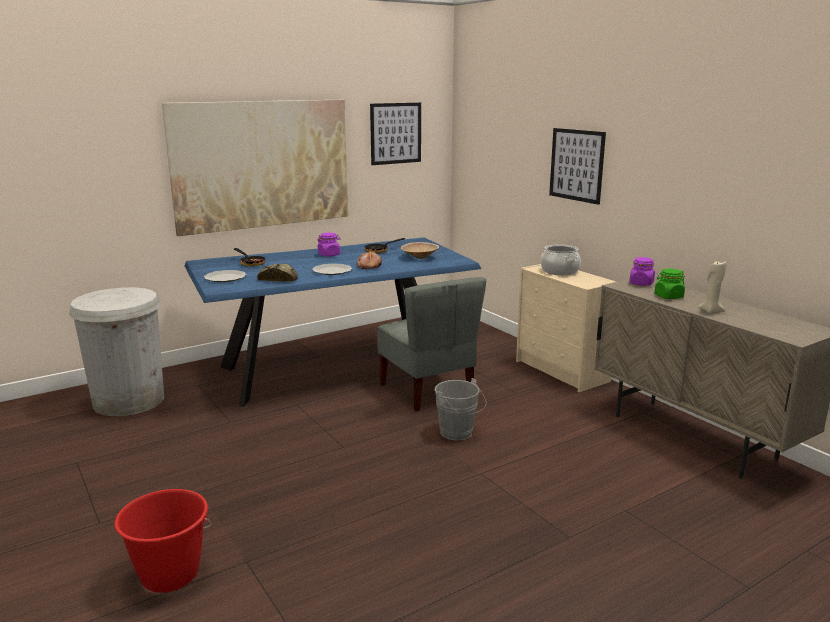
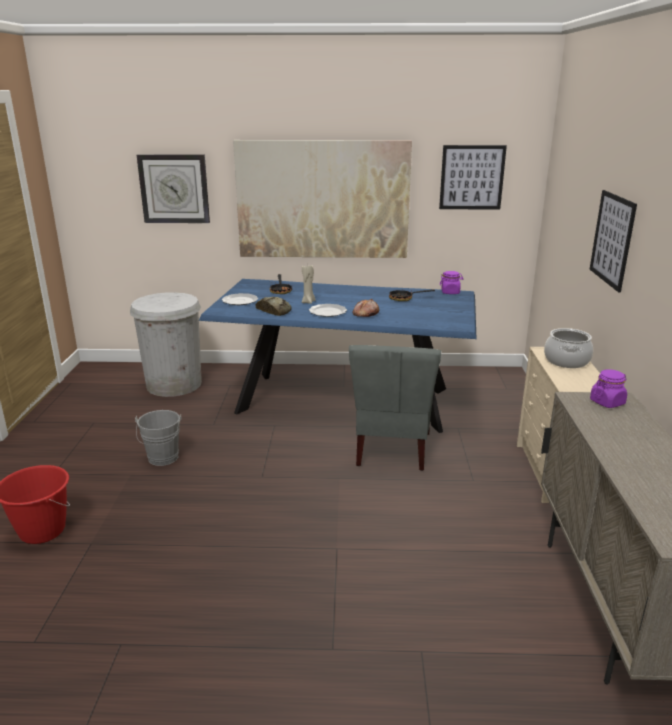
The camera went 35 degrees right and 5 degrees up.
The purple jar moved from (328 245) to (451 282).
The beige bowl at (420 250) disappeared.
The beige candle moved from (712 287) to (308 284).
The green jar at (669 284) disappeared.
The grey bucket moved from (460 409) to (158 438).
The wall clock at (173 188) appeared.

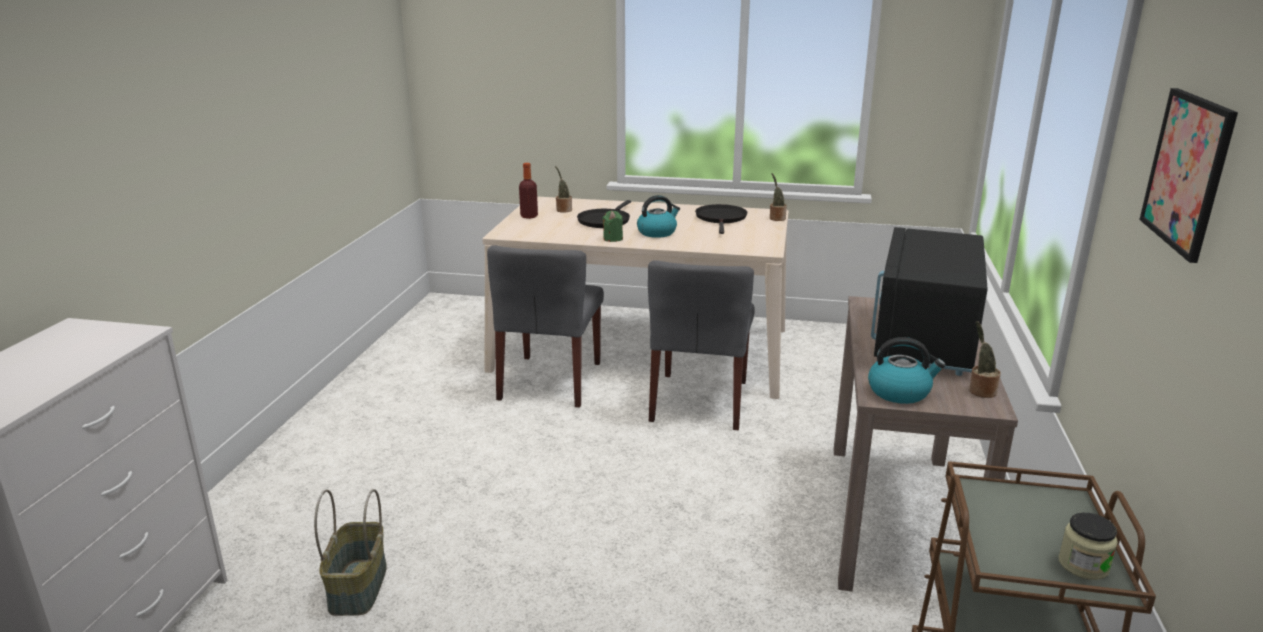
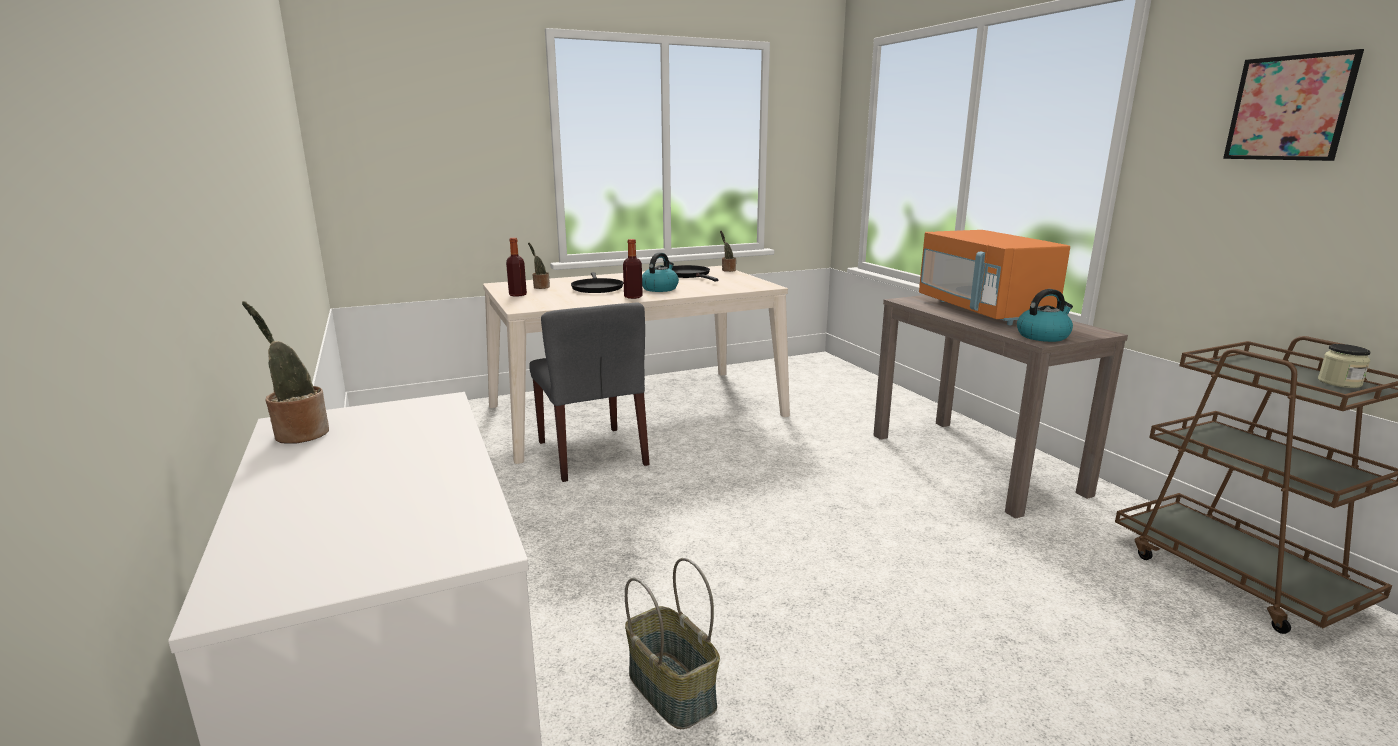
The camera went 35 degrees left and 5 degrees down.
The green candle at (612 226) was replaced by the bottle at (633 269).
The black microwave at (929 301) became the orange microwave at (994 277).
The grey chair at (701 345) disappeared.
The potted plant moved from (985 359) to (285 372).

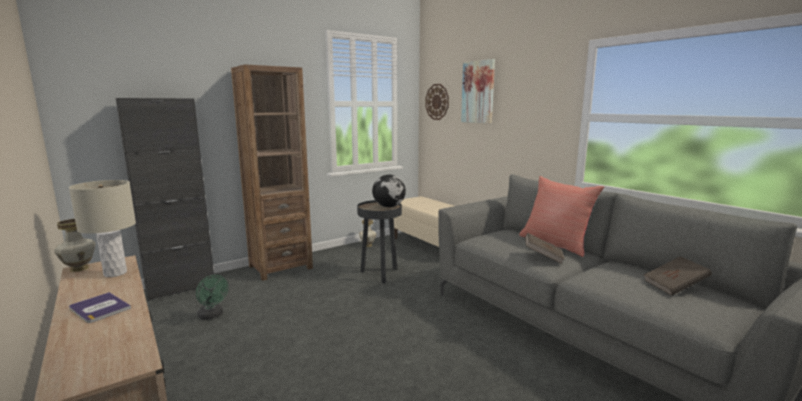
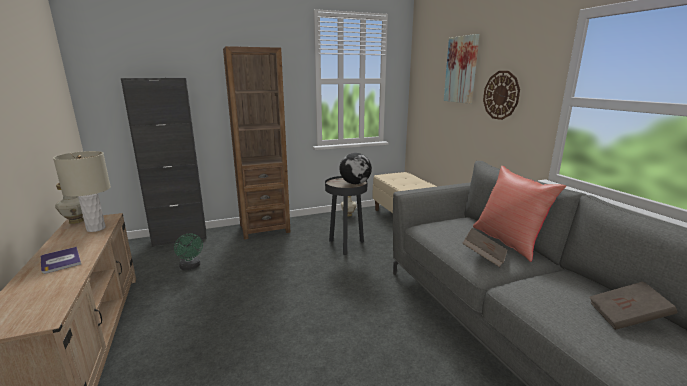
The camera went 15 degrees right and 5 degrees up.
The wall clock moved from (437 102) to (501 95).

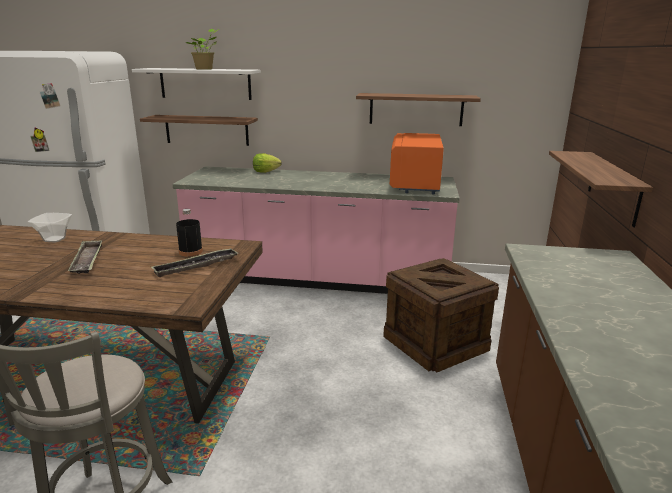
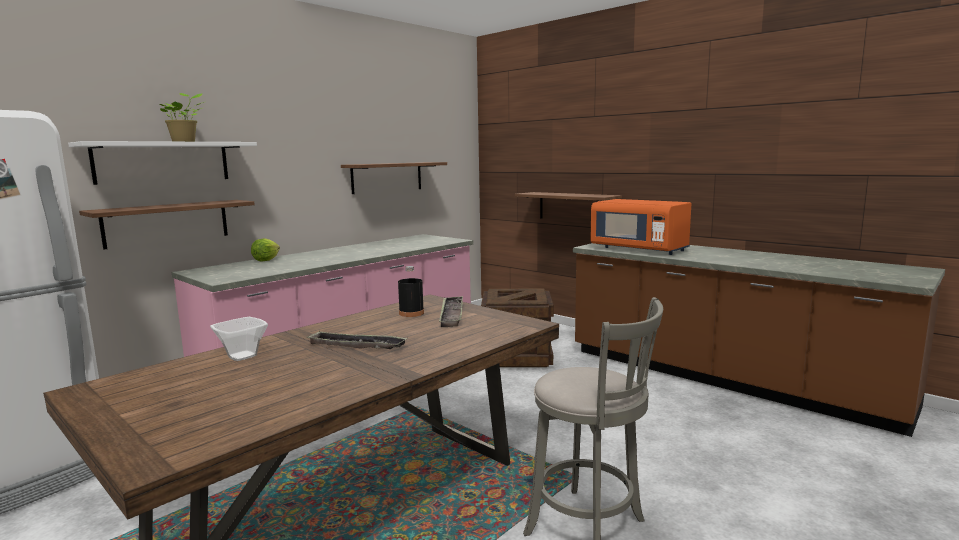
The camera went 55 degrees left and 10 degrees down.
The orange microwave moved from (417 164) to (641 227).

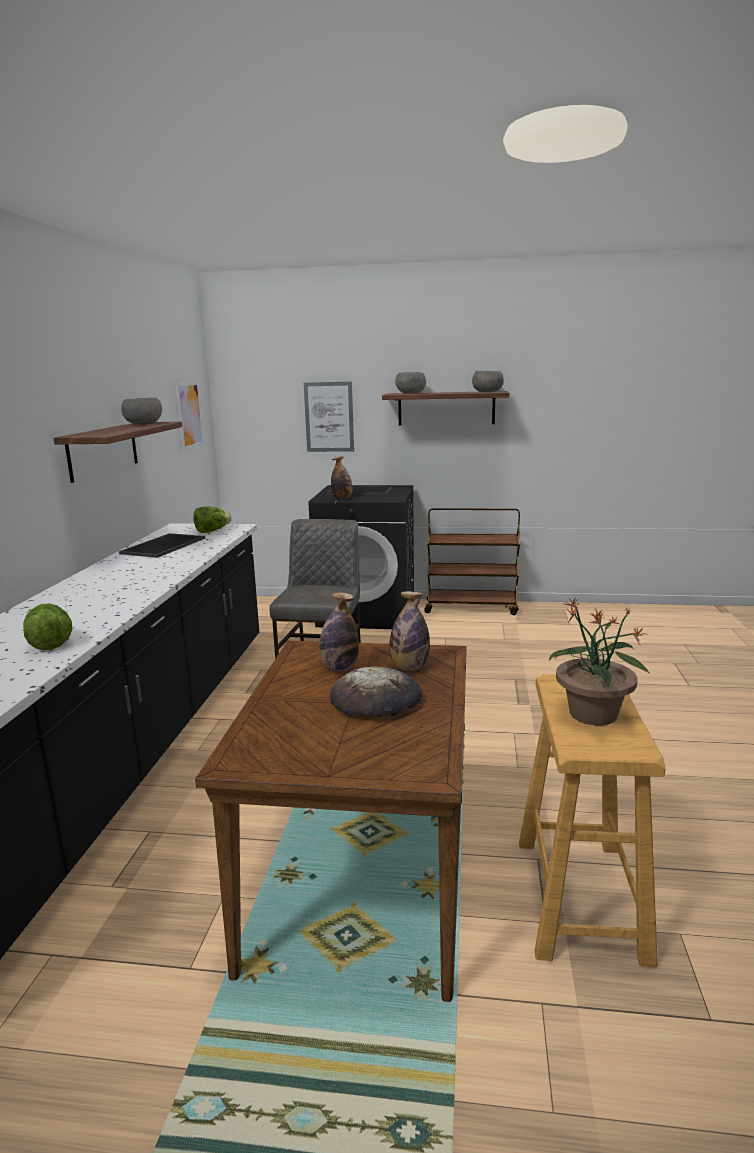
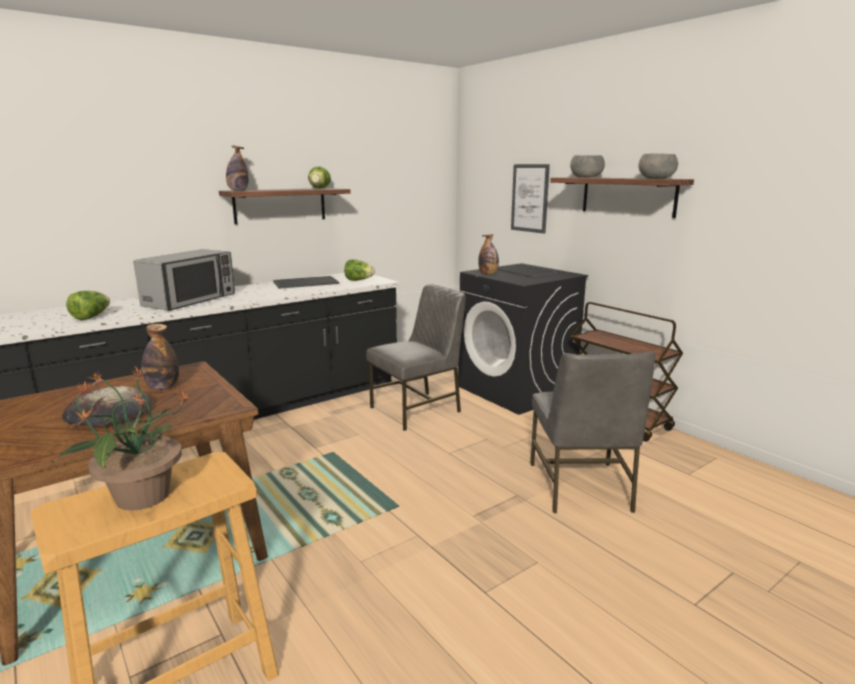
The camera went 45 degrees right and 0 degrees up.
The picture at (190 416) disappeared.
The grey bowl at (141 410) was replaced by the lettuce at (319 178).
The bottle moved from (409 630) to (237 168).
The microwave at (184 280) appeared.
The grey chair at (593 432) appeared.

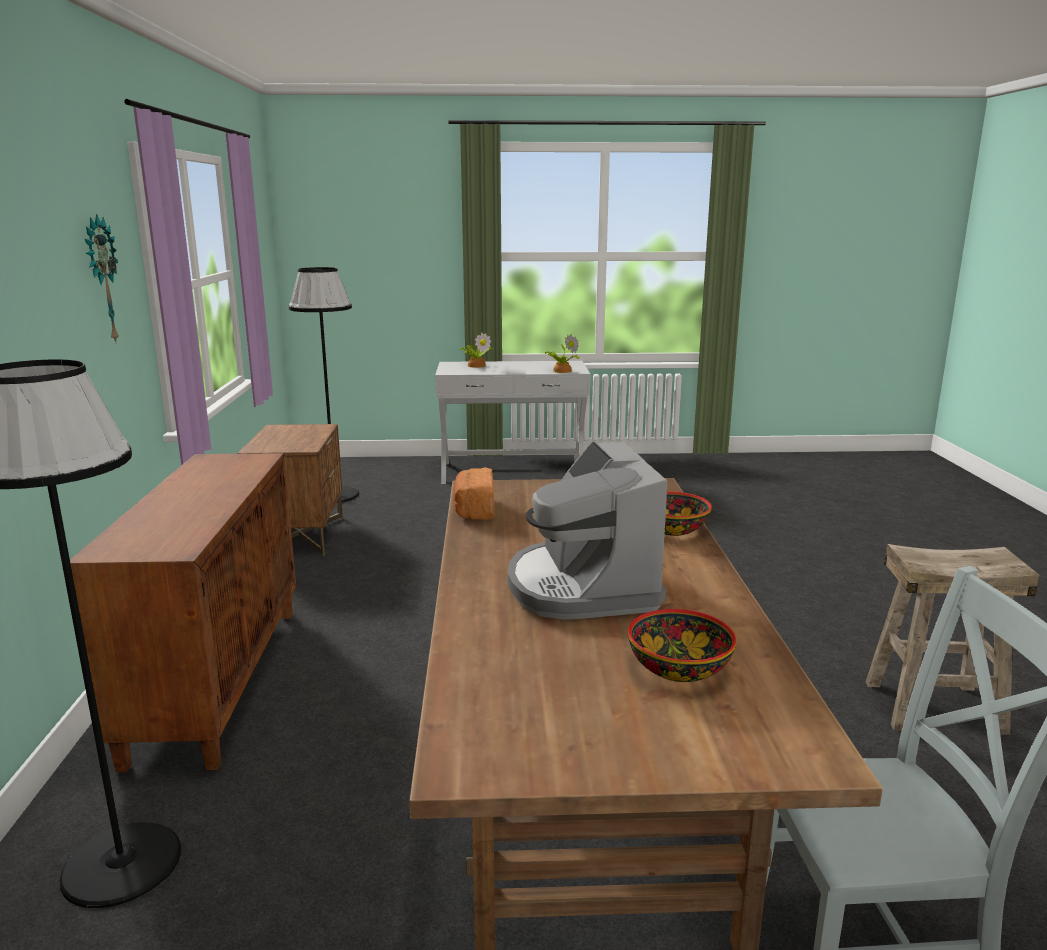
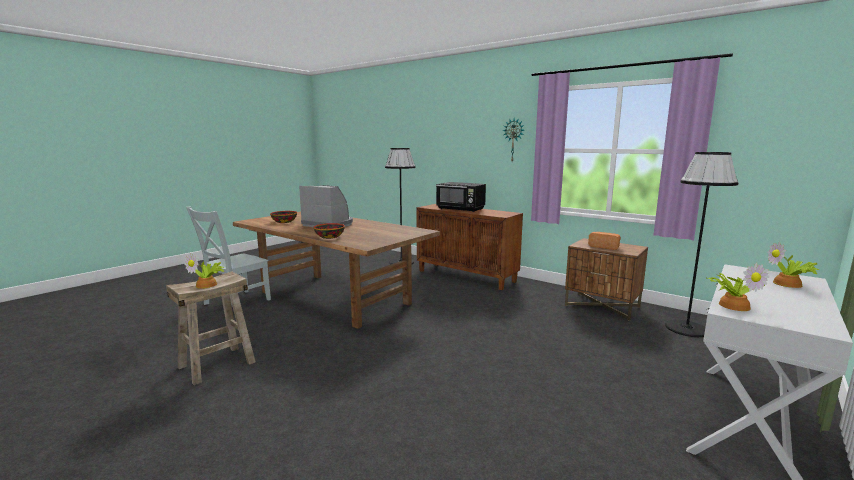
The camera went 130 degrees right and 5 degrees down.
The bread moved from (474 493) to (604 241).
The black microwave at (461 197) appeared.
The potted plant at (204 271) appeared.

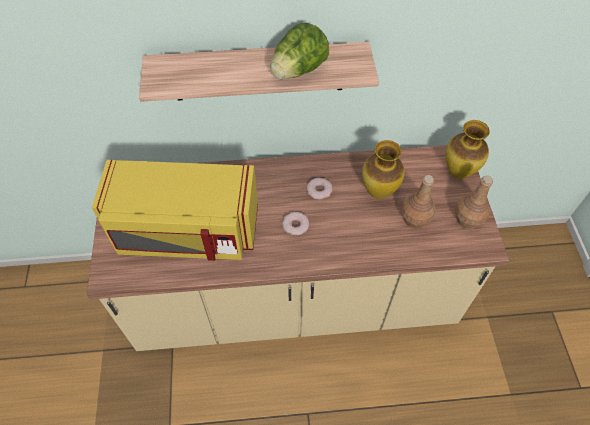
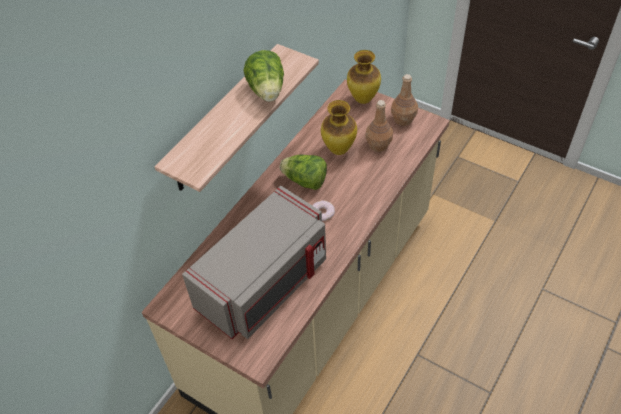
The camera went 50 degrees left and 5 degrees down.
The yellow microwave at (175 210) became the grey microwave at (254 262).
The donut at (320 189) was replaced by the lettuce at (303 172).

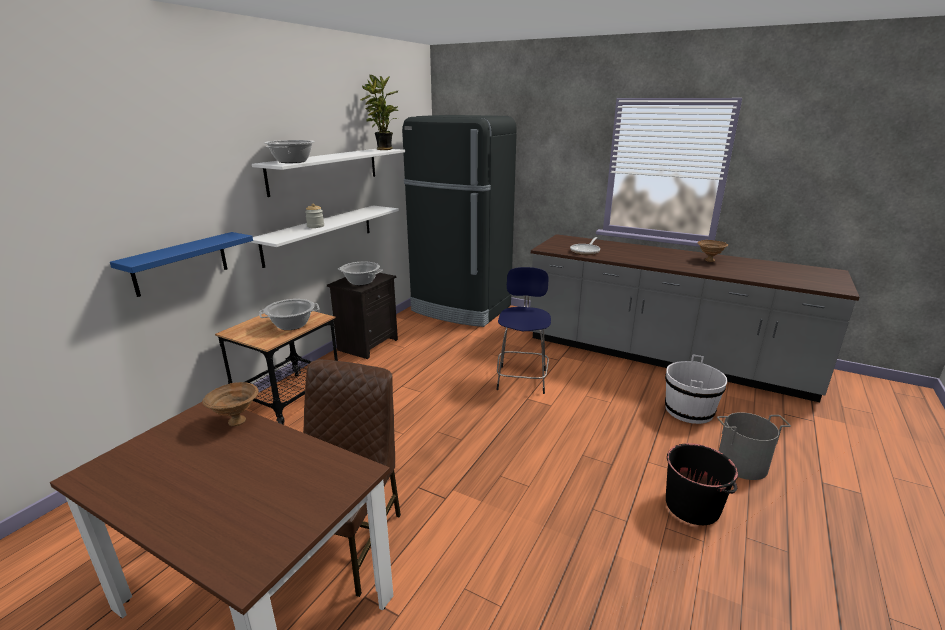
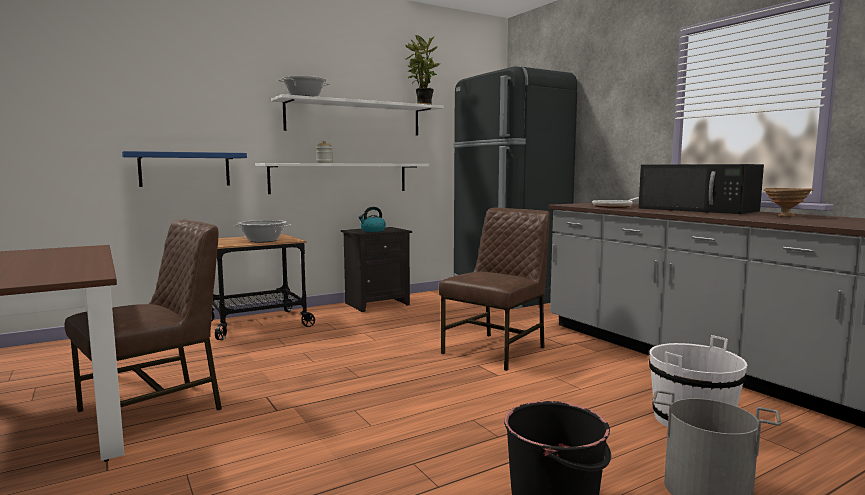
The camera went 30 degrees right and 15 degrees down.
The cooking pot at (360 273) was replaced by the kettle at (372 219).
The blue stool at (523 330) was replaced by the brown chair at (494 289).
The brown bowl at (230 404) disappeared.
The black microwave at (701 189) appeared.

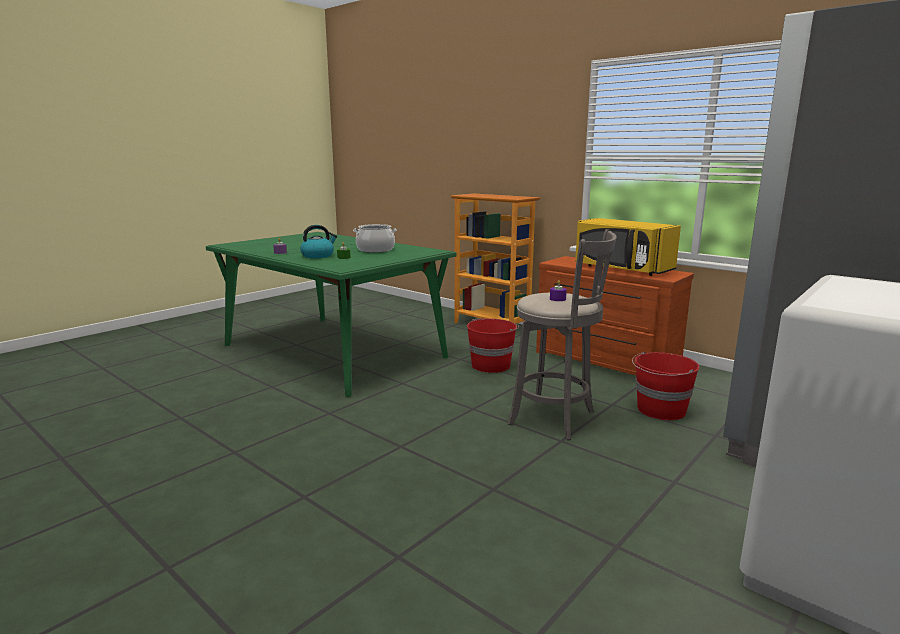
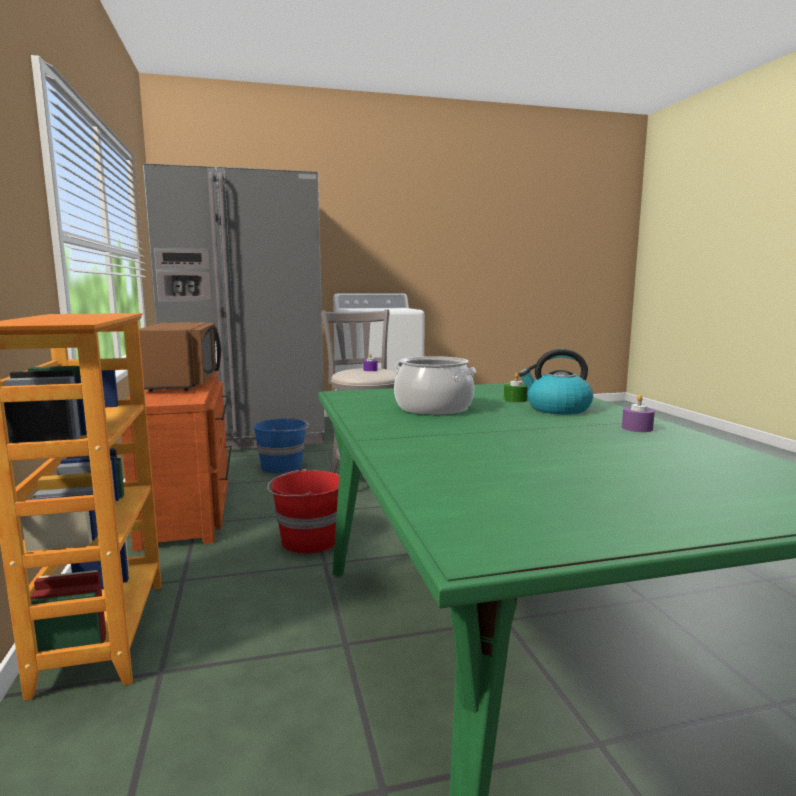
The camera went 145 degrees left and 5 degrees down.
The yellow microwave at (628 247) became the brown microwave at (180 357).
The red bucket at (666 386) became the blue bucket at (281 446).

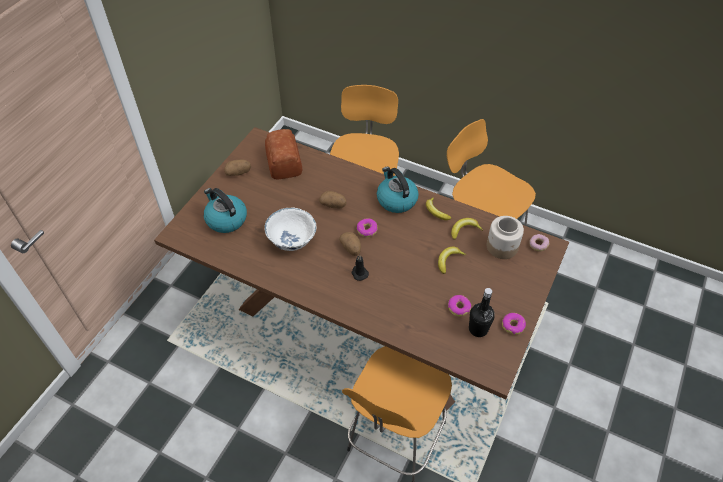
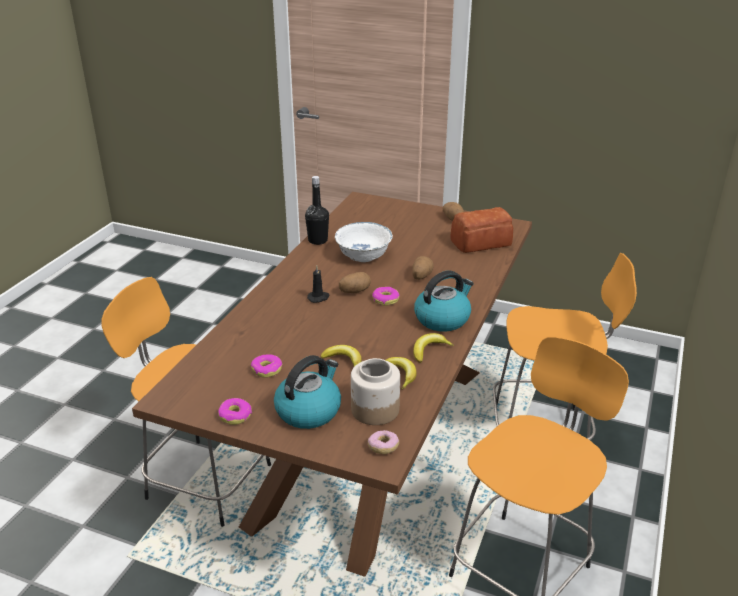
The camera went 85 degrees right and 20 degrees down.
The kettle moved from (225 210) to (307 392).
The black bottle moved from (482 312) to (317 210).

